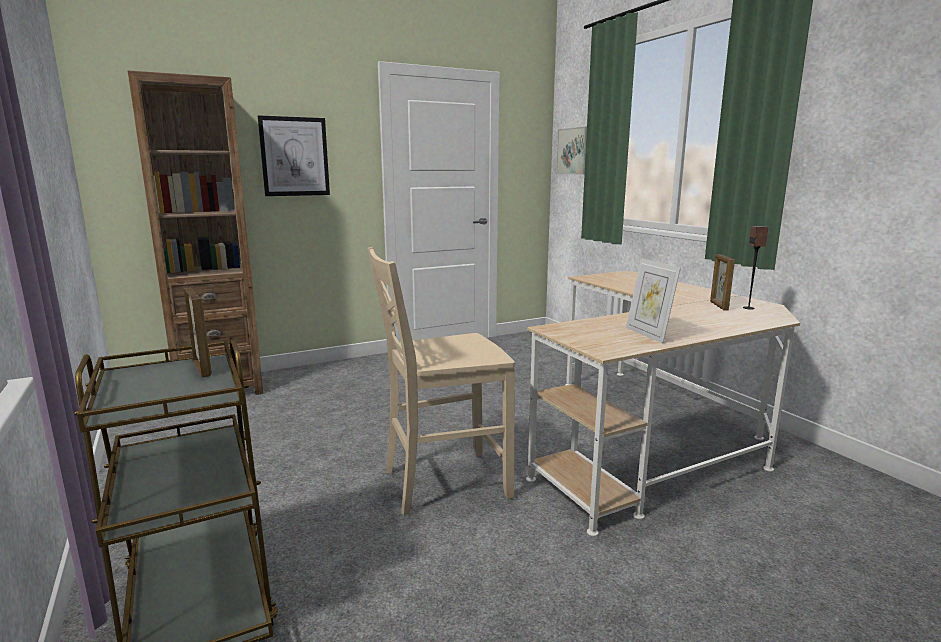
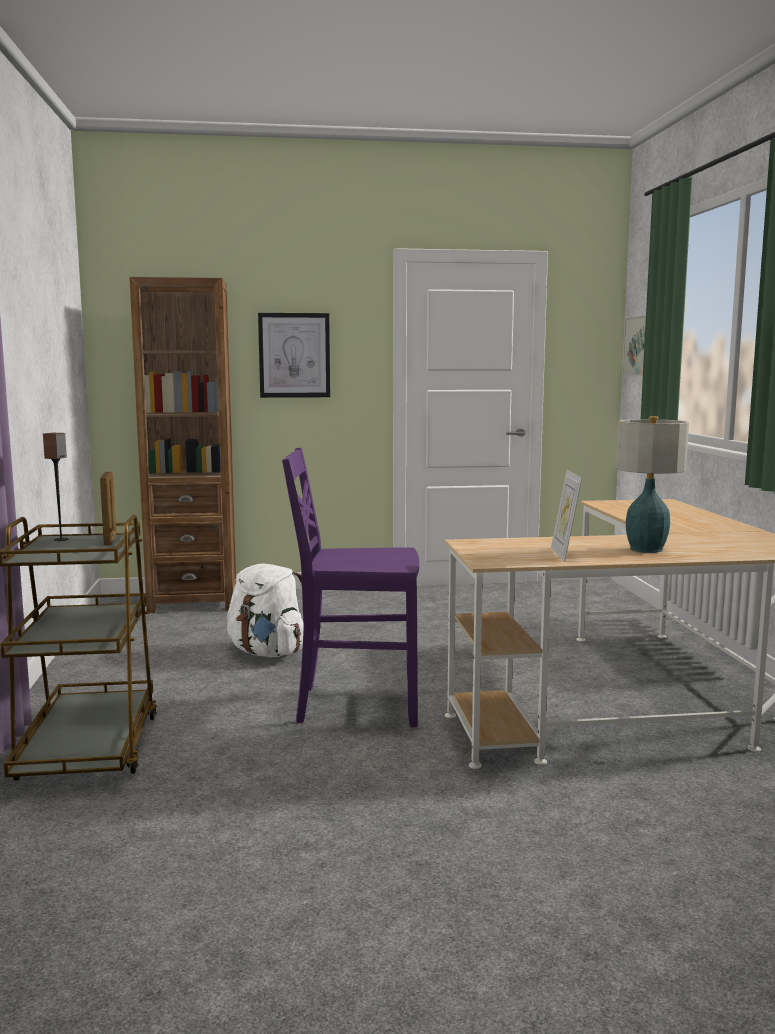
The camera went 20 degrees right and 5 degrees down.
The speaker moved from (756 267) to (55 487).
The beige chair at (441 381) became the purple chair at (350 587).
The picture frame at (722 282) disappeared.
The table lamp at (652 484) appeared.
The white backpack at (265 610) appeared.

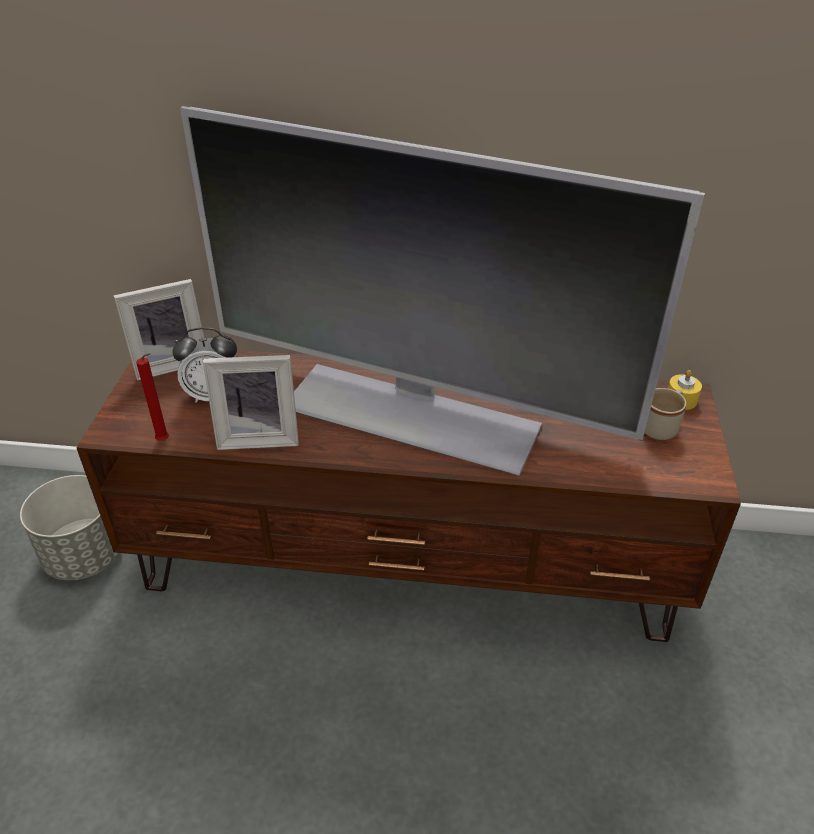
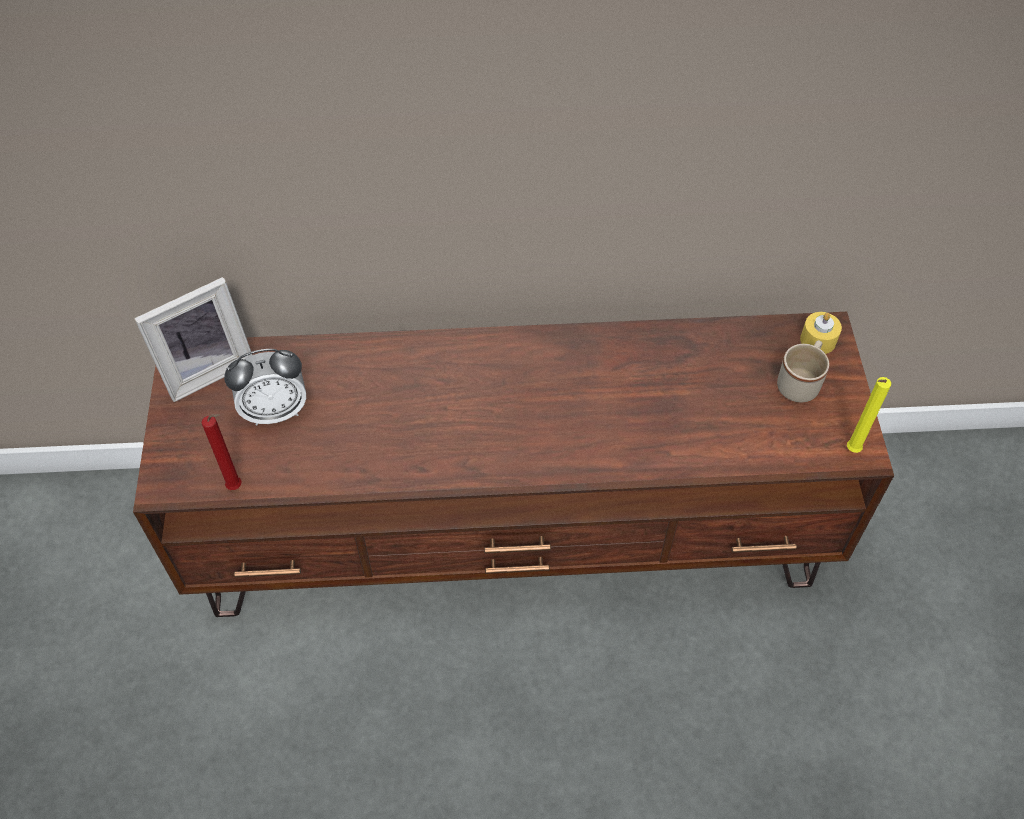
The camera went 10 degrees left and 15 degrees up.
The television at (442 291) disappeared.
The picture frame at (251 402) disappeared.
The grey planter at (70 528) disappeared.
The yellow candle at (869 415) appeared.

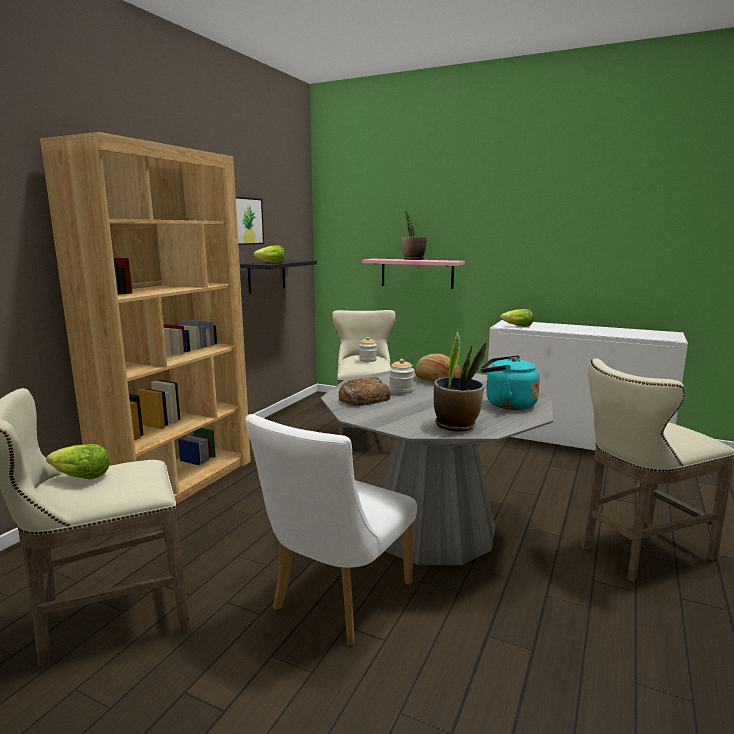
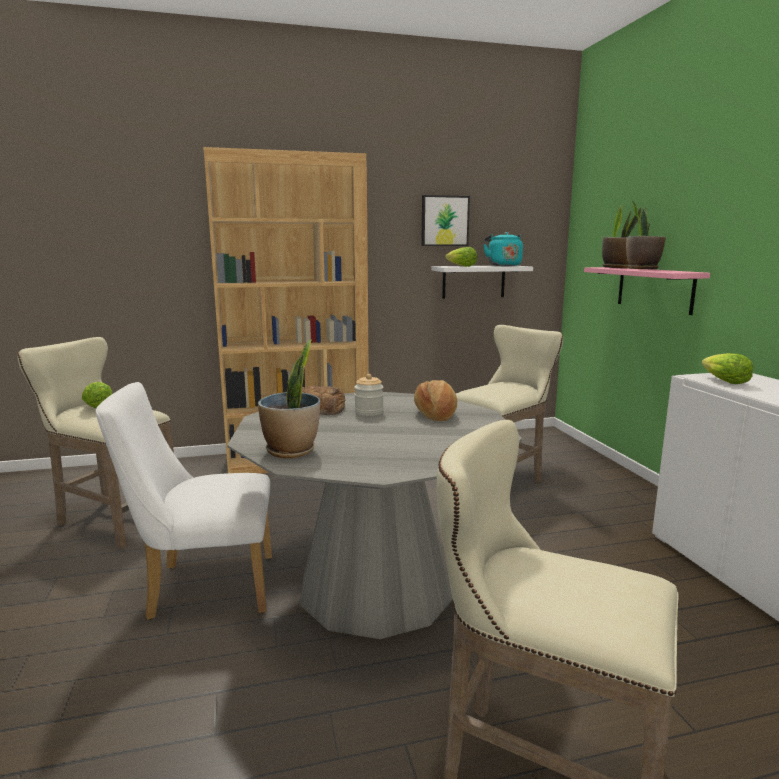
The camera went 50 degrees right and 0 degrees up.
The black shelf at (278 277) became the white shelf at (482 282).
The jar at (368 349) disappeared.
The turquoise kettle moved from (510 383) to (503 249).
The potted plant at (622 236) appeared.

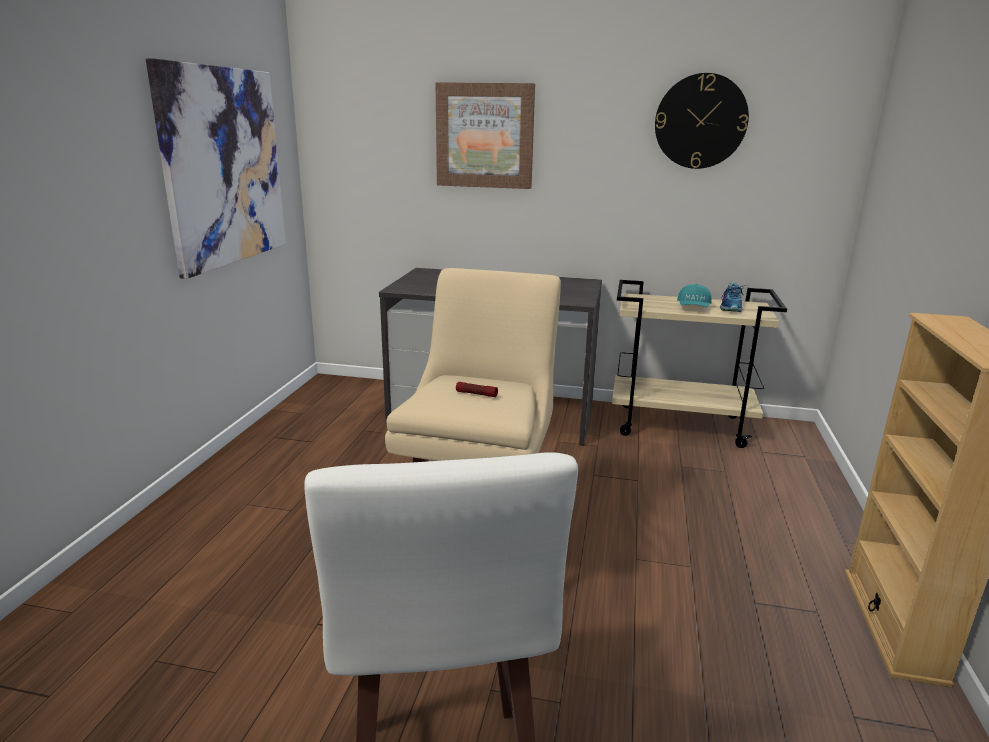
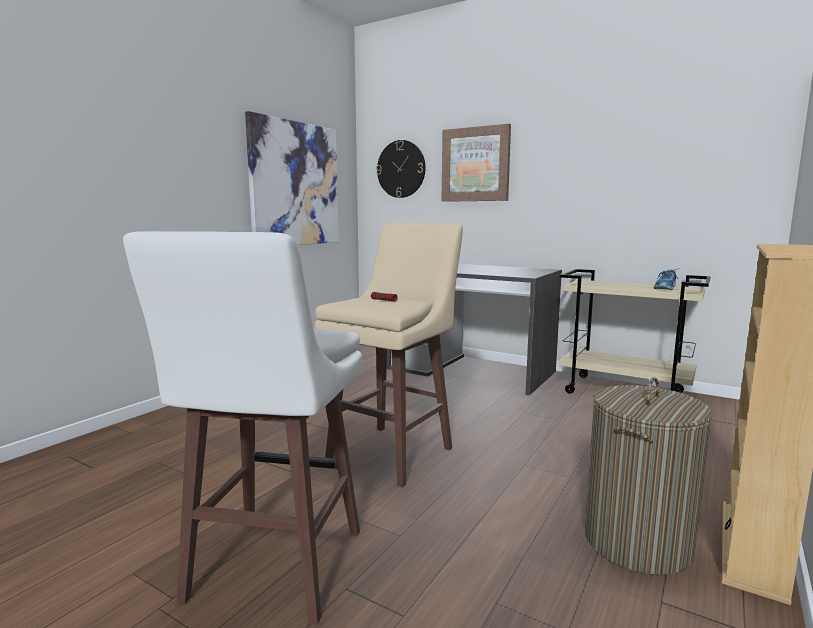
The camera went 20 degrees right and 10 degrees down.
The wall clock moved from (702 121) to (401 169).
The turquoise cap at (694 295) disappeared.
The laundry basket at (649 476) appeared.

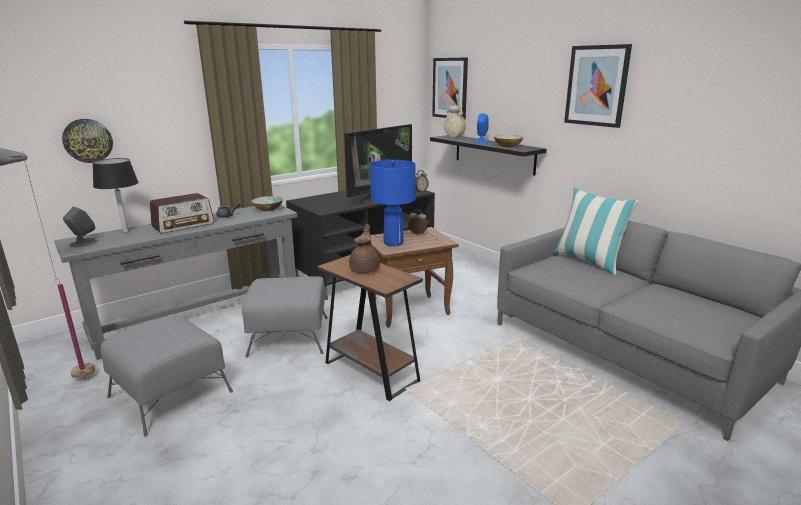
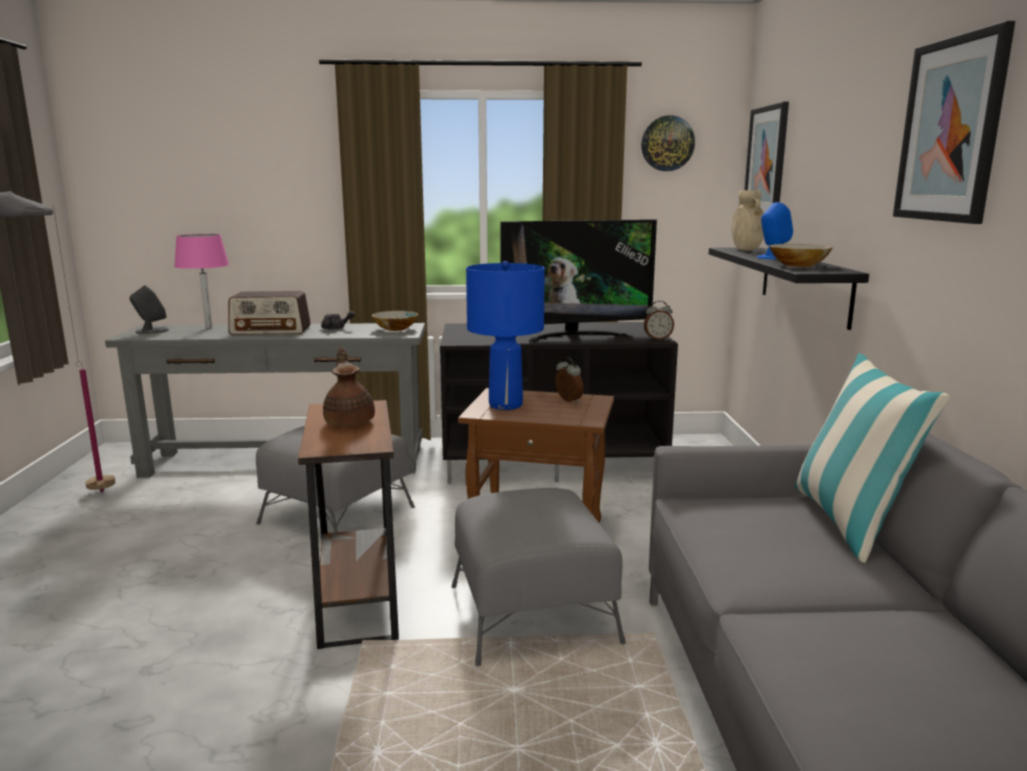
The camera went 35 degrees right and 5 degrees down.
The wall clock moved from (87 141) to (668 143).
The black table lamp at (115 195) became the pink table lamp at (201 281).
The brown teapot at (364 248) turned 60 degrees counterclockwise.
The grey ottoman moved from (166 376) to (539 577).

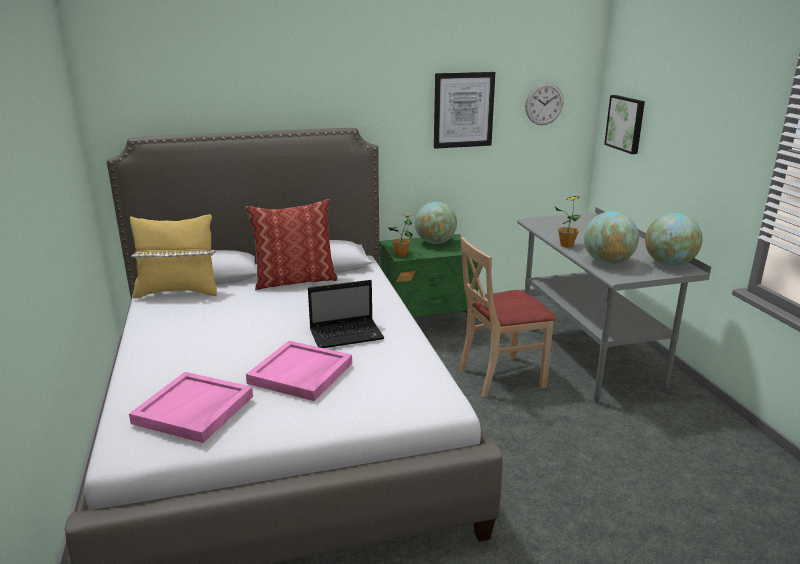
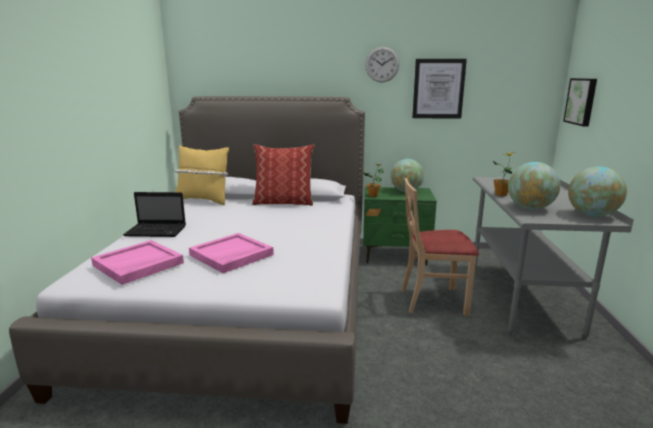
The camera went 20 degrees right and 5 degrees down.
The wall clock moved from (544 104) to (382 65).
The laptop moved from (346 314) to (154 214).

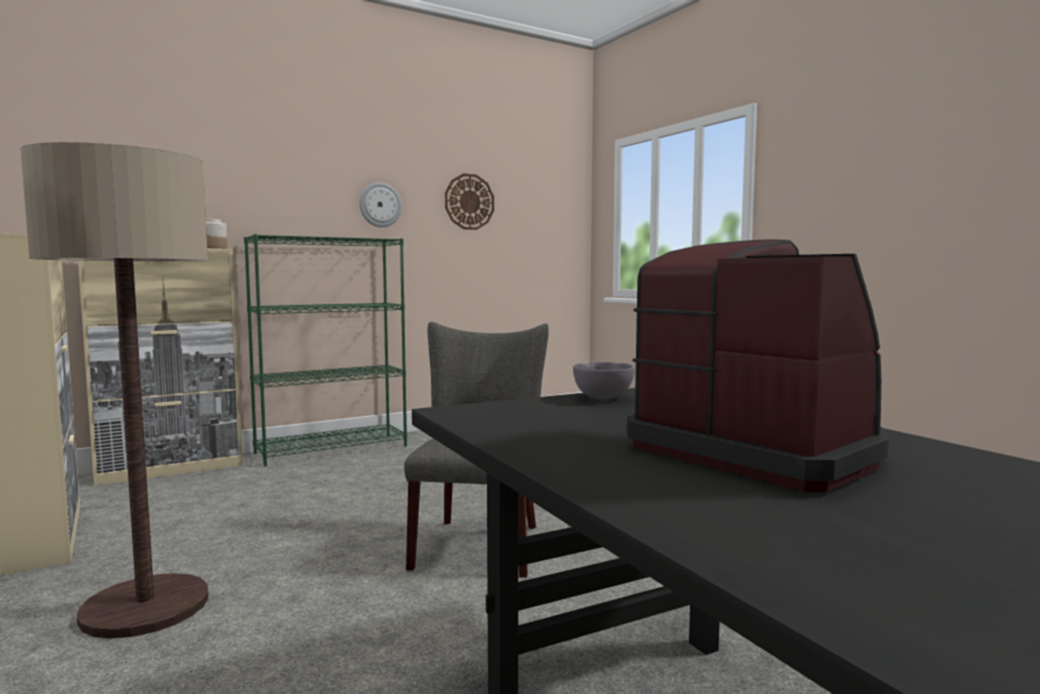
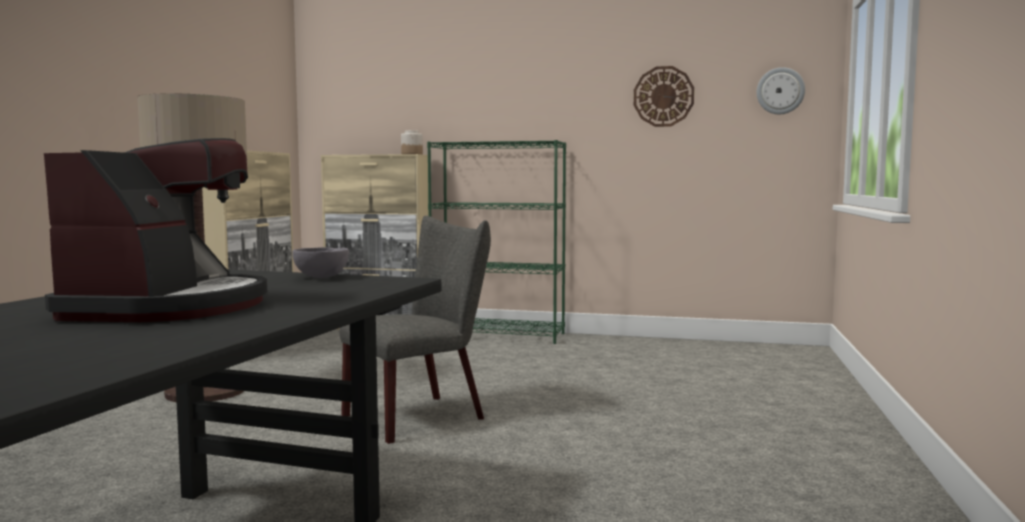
The camera went 45 degrees right and 0 degrees up.
The wall clock moved from (380 204) to (781 90).

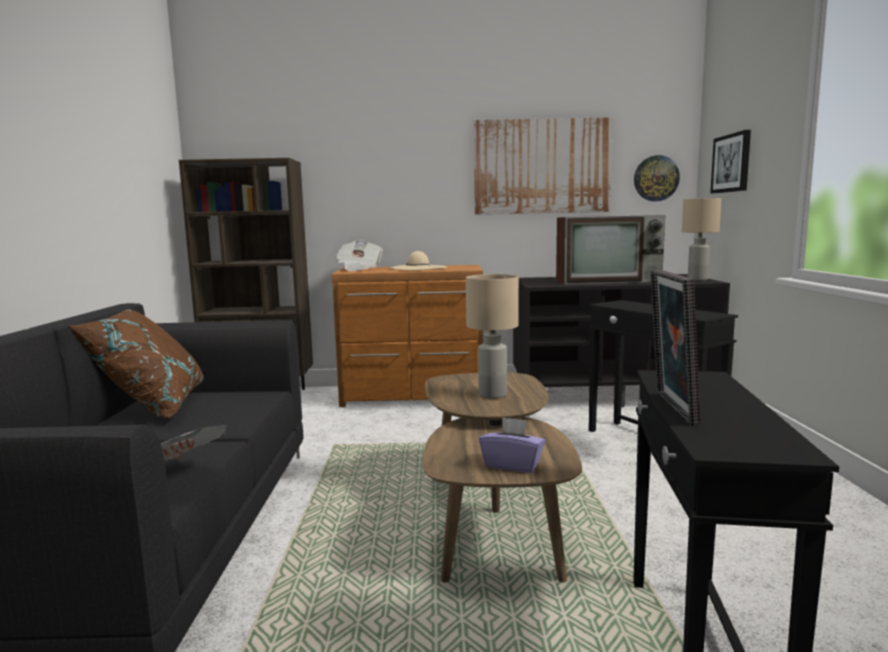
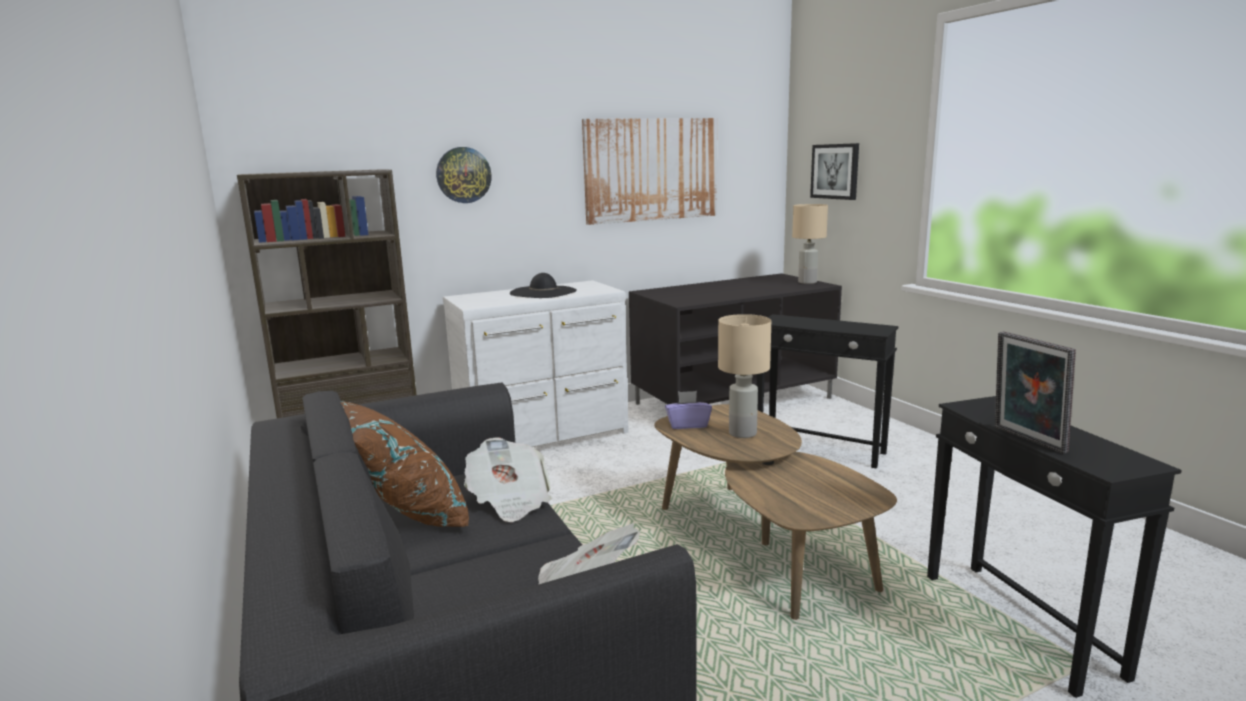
The camera went 25 degrees left and 5 degrees up.
The wall clock moved from (657 178) to (464 175).
The television at (610 250) disappeared.
The newspaper moved from (359 255) to (508 480).
The beige hat at (418 261) became the black hat at (543 285).
The brown dresser at (407 336) became the white dresser at (536 363).
The purple tissue box moved from (512 445) to (688 410).

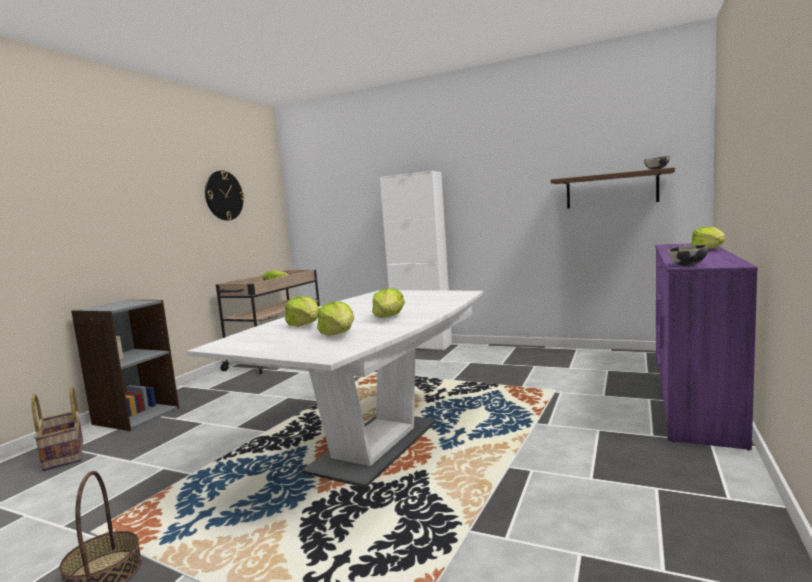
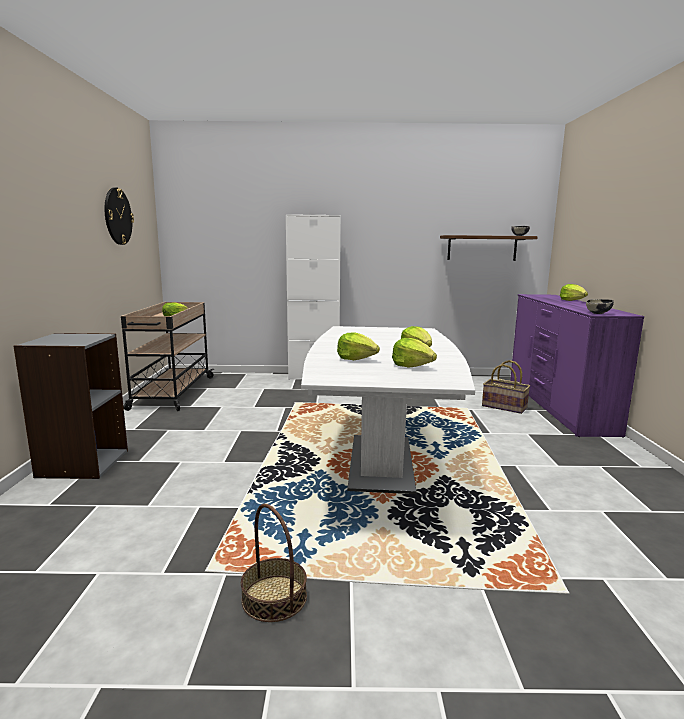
The camera went 25 degrees left and 5 degrees up.
The basket moved from (57 429) to (506 387).

